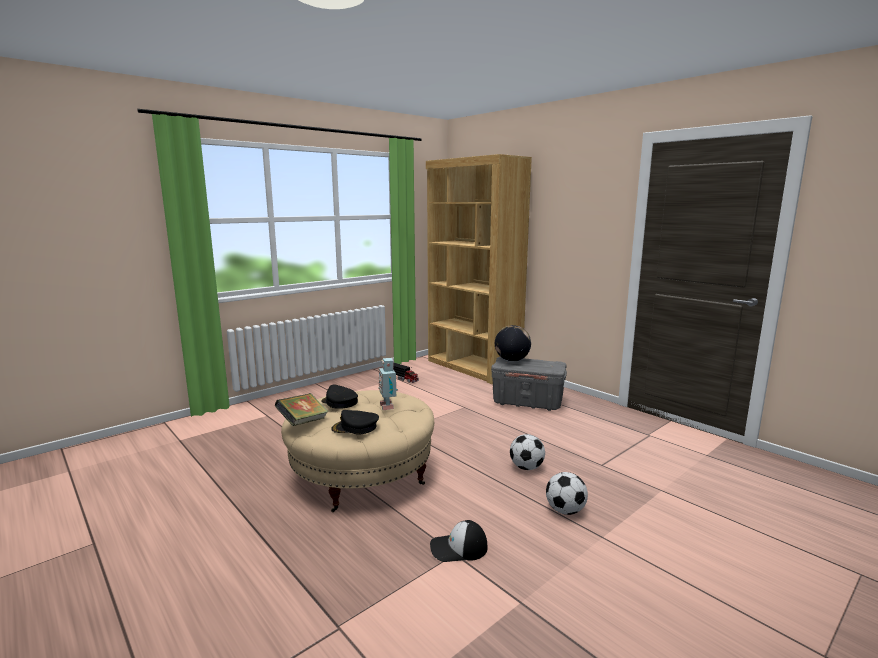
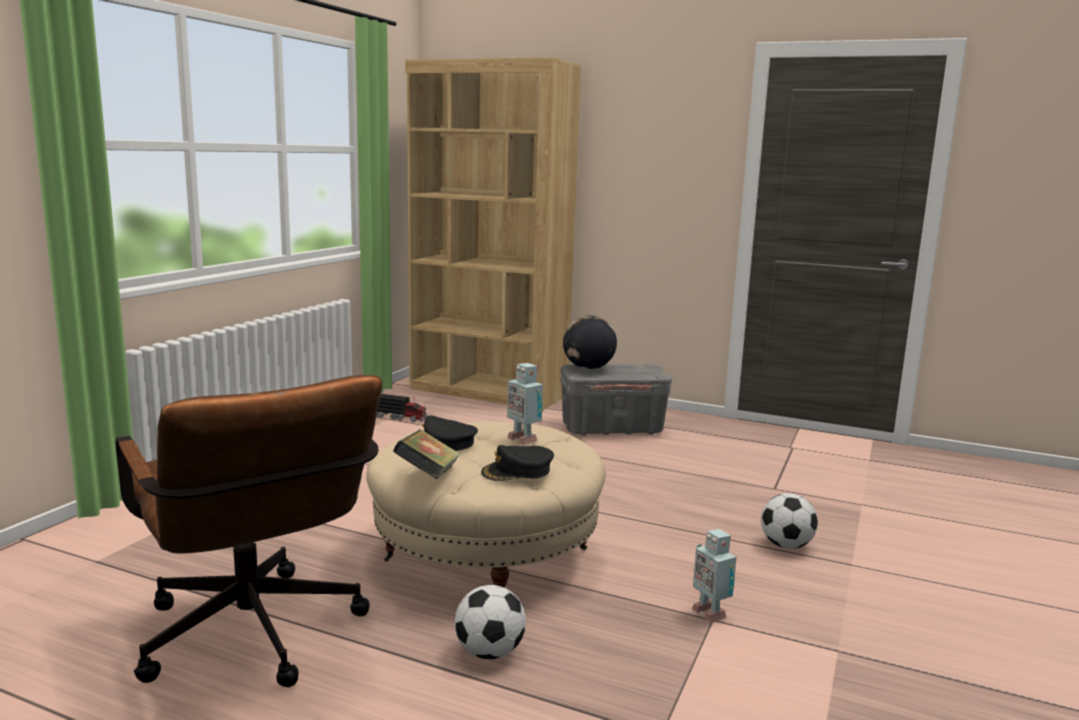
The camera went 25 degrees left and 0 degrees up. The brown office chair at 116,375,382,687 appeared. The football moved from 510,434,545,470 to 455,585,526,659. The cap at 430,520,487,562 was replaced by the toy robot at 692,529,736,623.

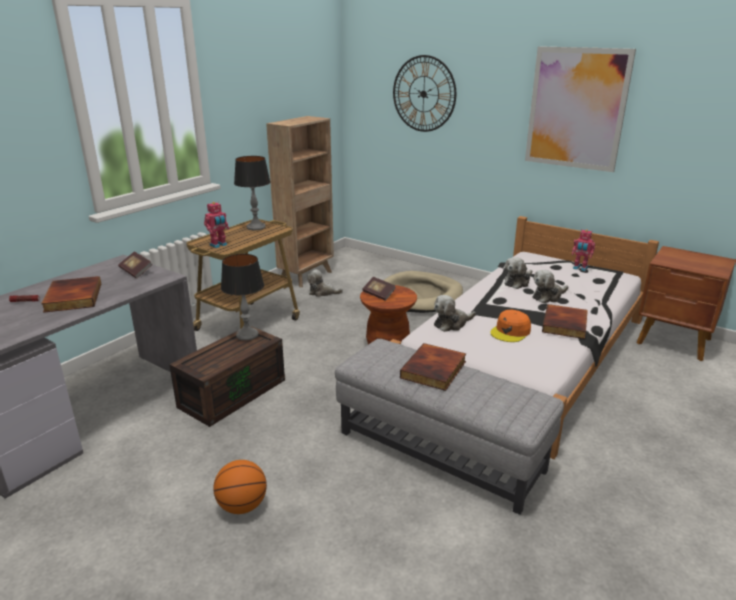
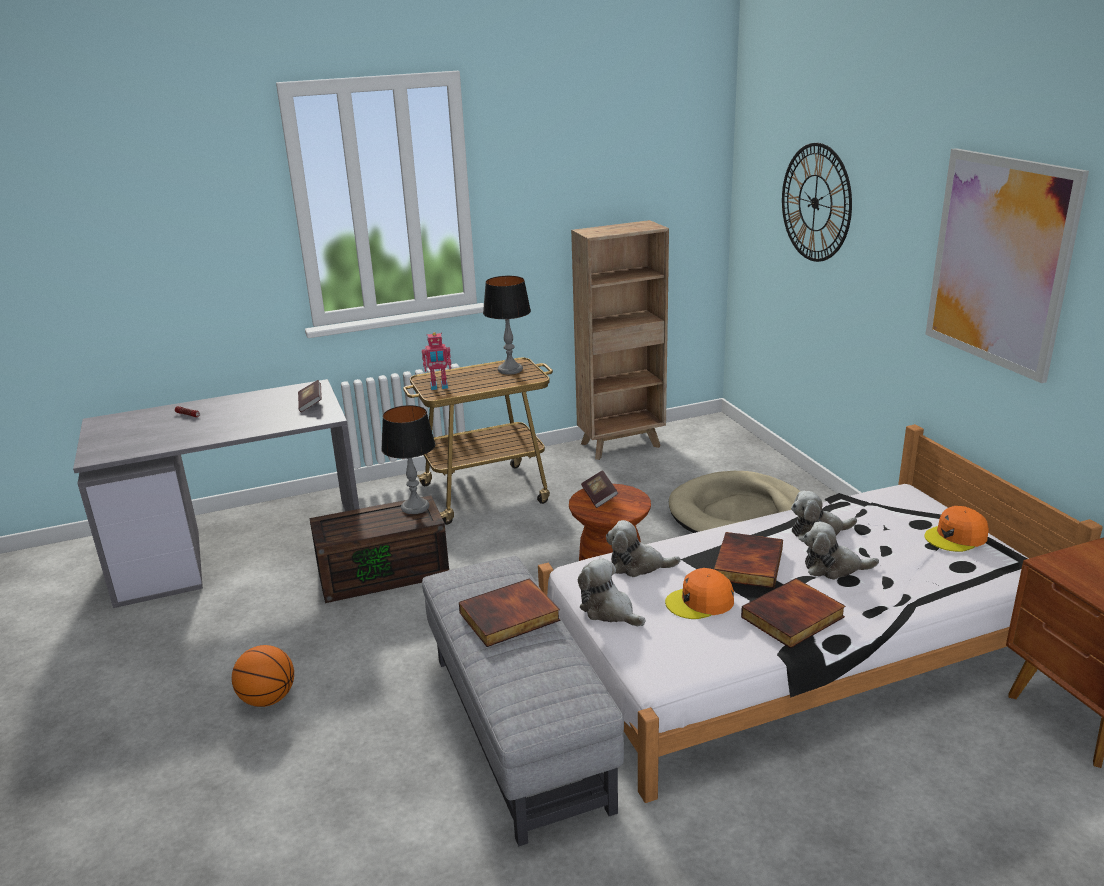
The camera went 35 degrees right and 0 degrees up. The book moved from 41,276,101,313 to 714,532,783,588. The plush toy moved from 307,269,343,297 to 578,558,645,626. The toy robot at 572,229,595,271 was replaced by the orange cap at 924,506,989,552.

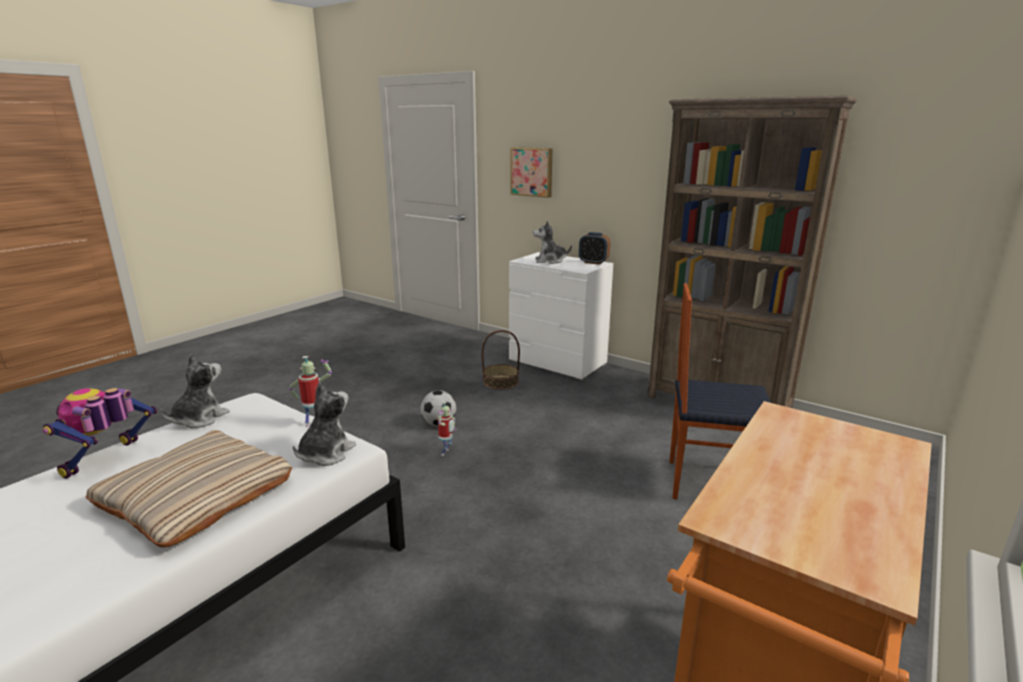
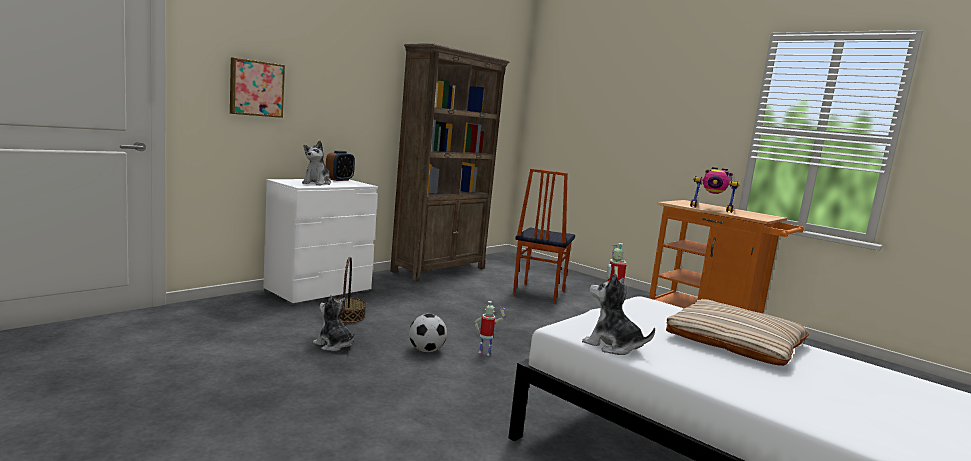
The camera went 85 degrees left and 10 degrees down. The toy robot moved from 42,388,157,479 to 690,167,740,213. The plush toy moved from 293,382,356,466 to 313,295,355,351.

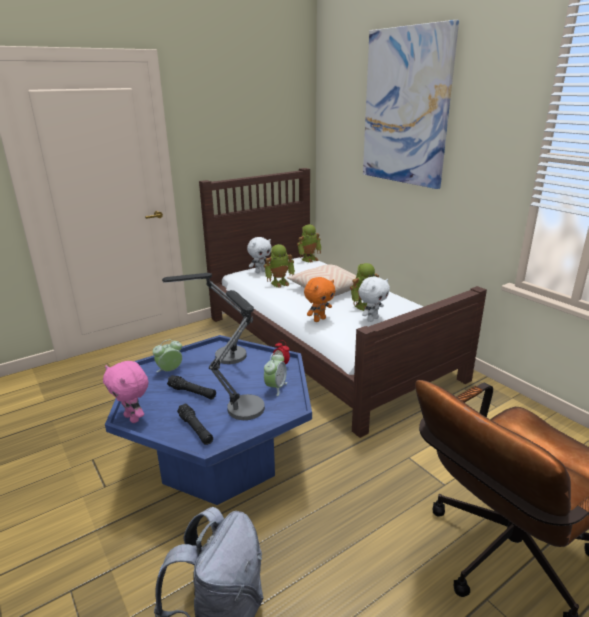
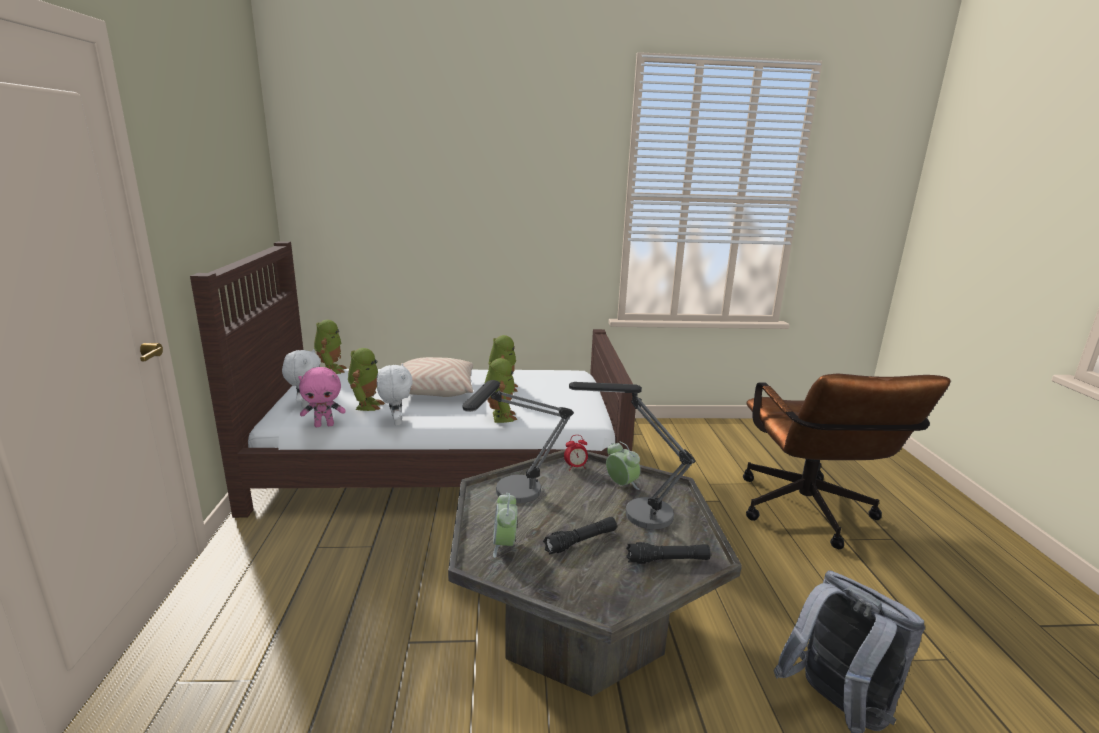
The camera went 60 degrees left and 5 degrees down. The picture at 363,20,459,189 disappeared. The pink plush toy moved from 103,361,149,423 to 298,367,346,427. The white plush toy moved from 358,276,390,322 to 377,363,413,426. The orange plush toy at 304,277,335,322 was replaced by the toy robot at 484,358,517,423. The blue coffee table at 105,335,312,505 became the grey coffee table at 448,449,742,696.

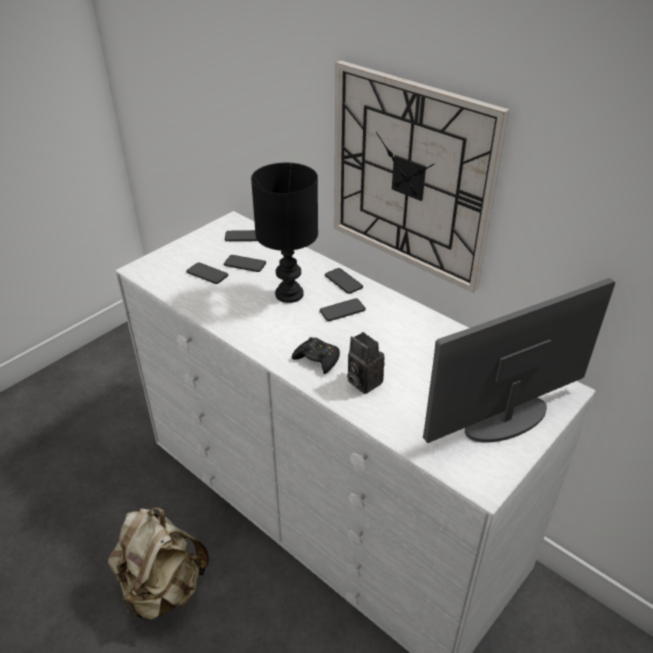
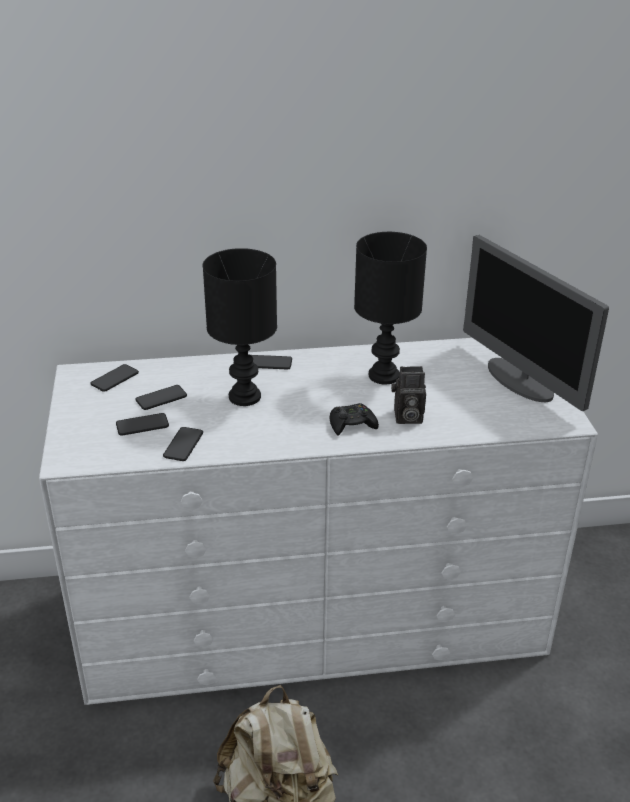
The camera went 50 degrees left and 5 degrees down. The wall clock at 334,60,510,293 disappeared. The black table lamp at 354,232,427,384 appeared. The phone moved from 320,298,366,321 to 163,427,203,461. The monitor at 423,278,615,443 turned 45 degrees counterclockwise.

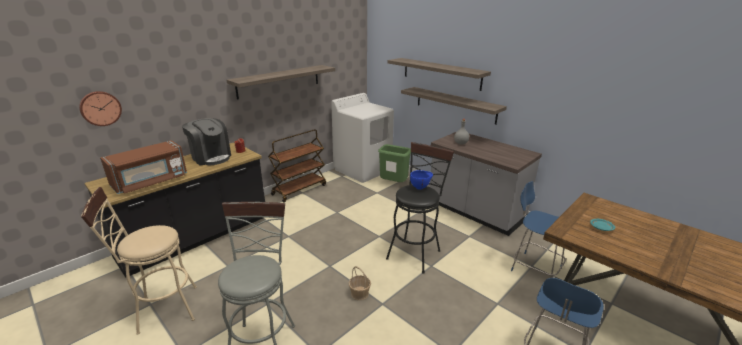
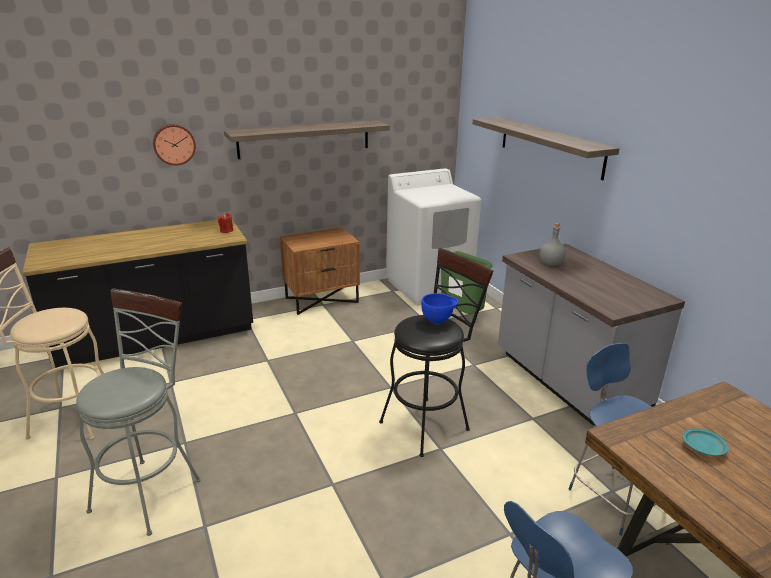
The camera went 20 degrees right and 0 degrees up. The brown microwave at 100,140,187,194 disappeared. The coffee machine at 182,118,231,166 disappeared. The basket at 349,266,371,301 disappeared. The shelf at 401,87,507,125 disappeared. The wall clock moved from 79,91,122,126 to 153,124,196,166. The brown cart at 268,129,326,203 was replaced by the brown nightstand at 280,228,360,315.

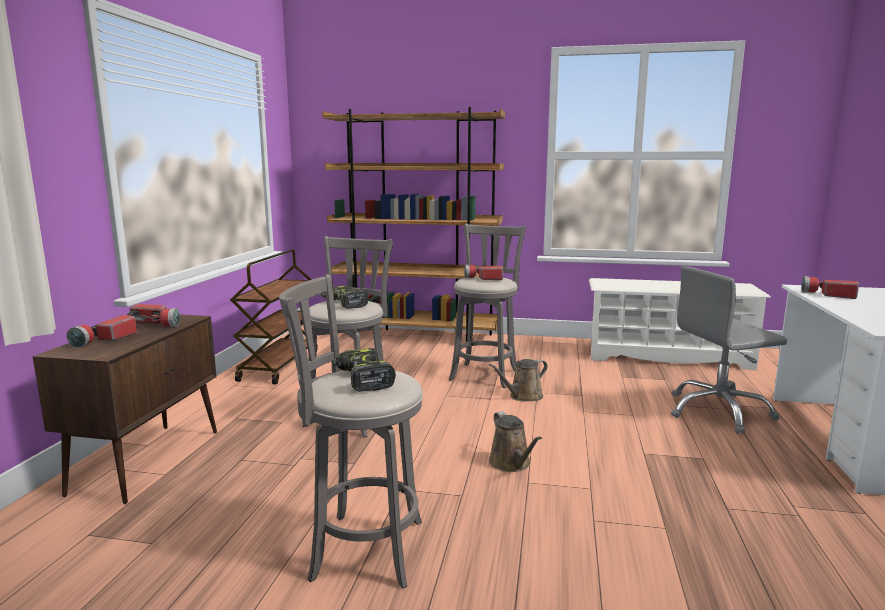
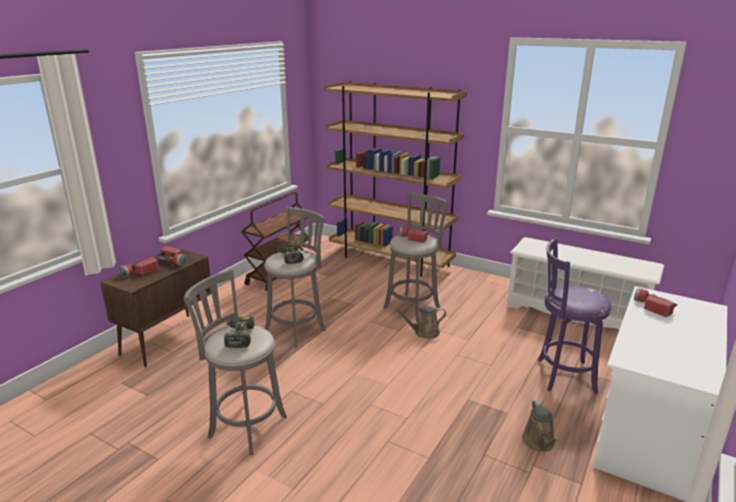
The camera went 20 degrees right and 10 degrees up. The brown watering can moved from 489,411,542,472 to 522,400,559,452. The grey office chair at 671,266,787,434 was replaced by the purple stool at 538,238,612,395.

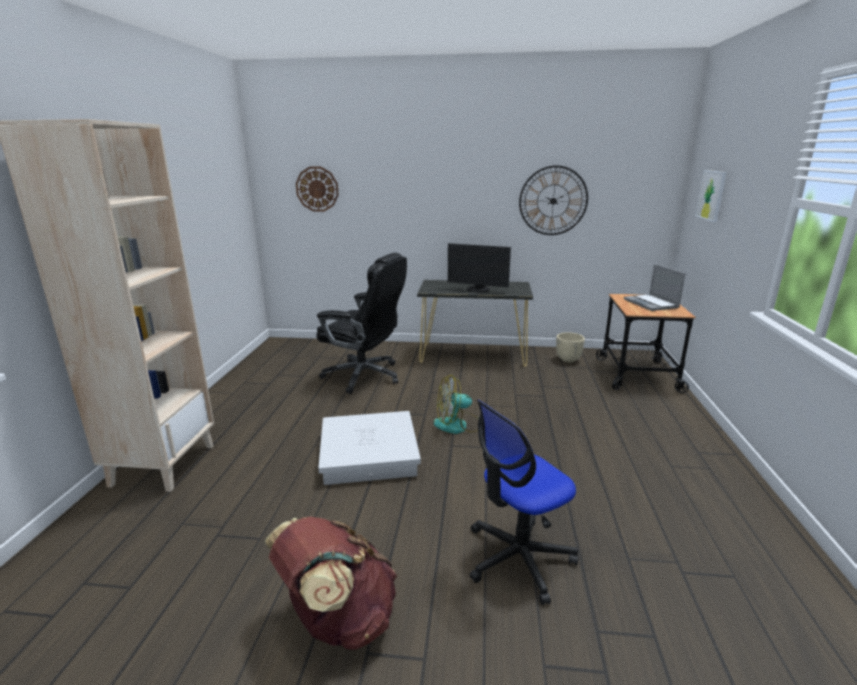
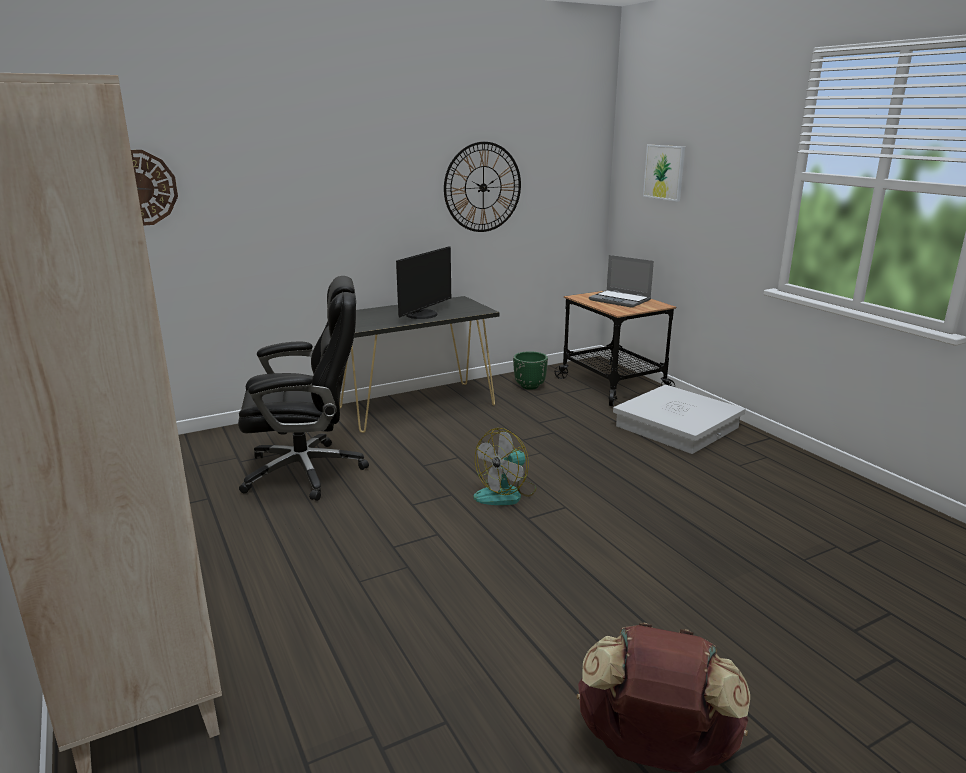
The camera went 35 degrees left and 0 degrees up. The office chair at 470,400,578,605 disappeared. The white storage box moved from 318,411,421,485 to 613,385,745,454. The beige planter at 556,332,585,363 became the green planter at 513,351,548,390. The monitor at 448,243,511,293 turned 45 degrees counterclockwise.

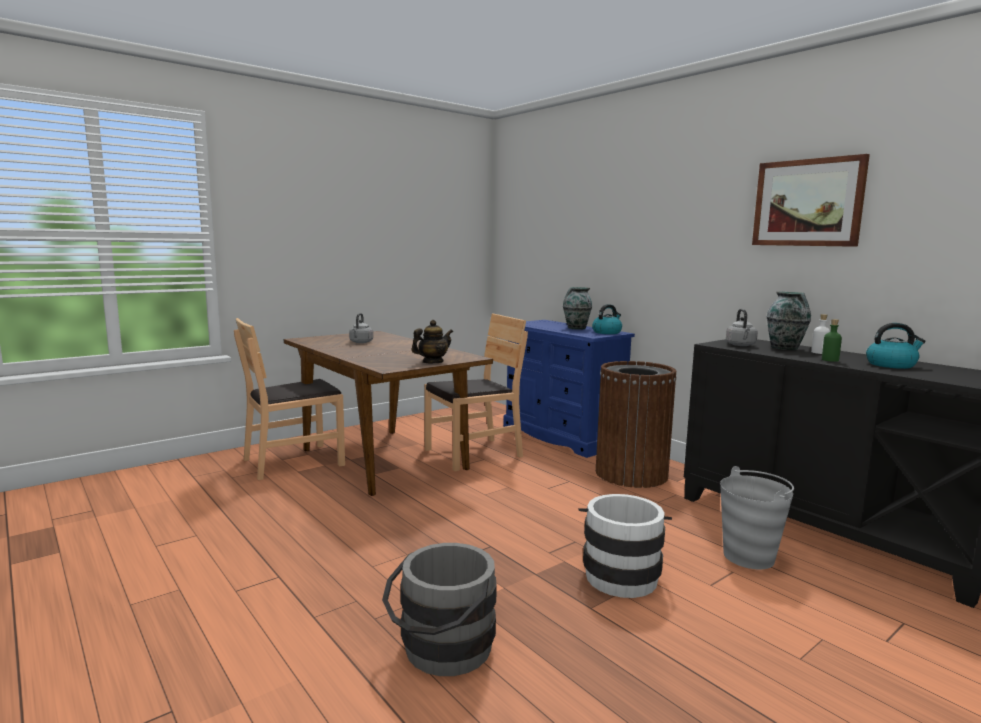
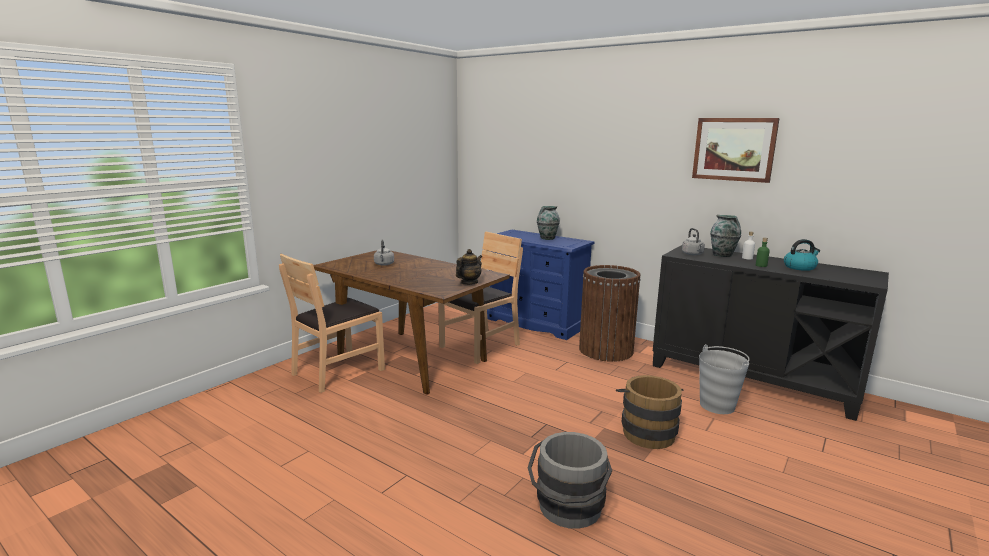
The camera went 15 degrees left and 5 degrees up. The kettle at 592,304,622,334 disappeared. The white bucket at 579,494,672,598 became the brown bucket at 616,375,683,449.

